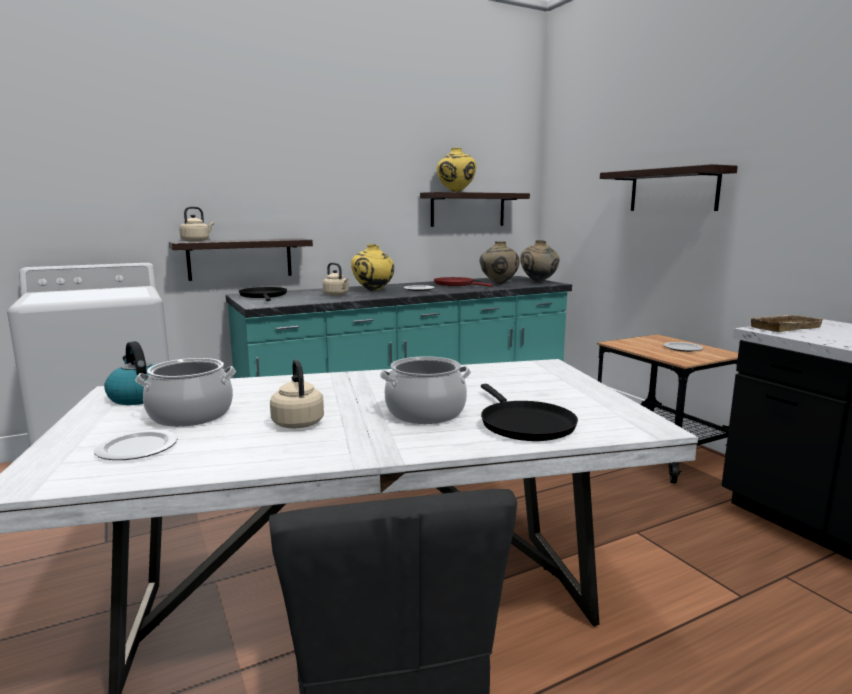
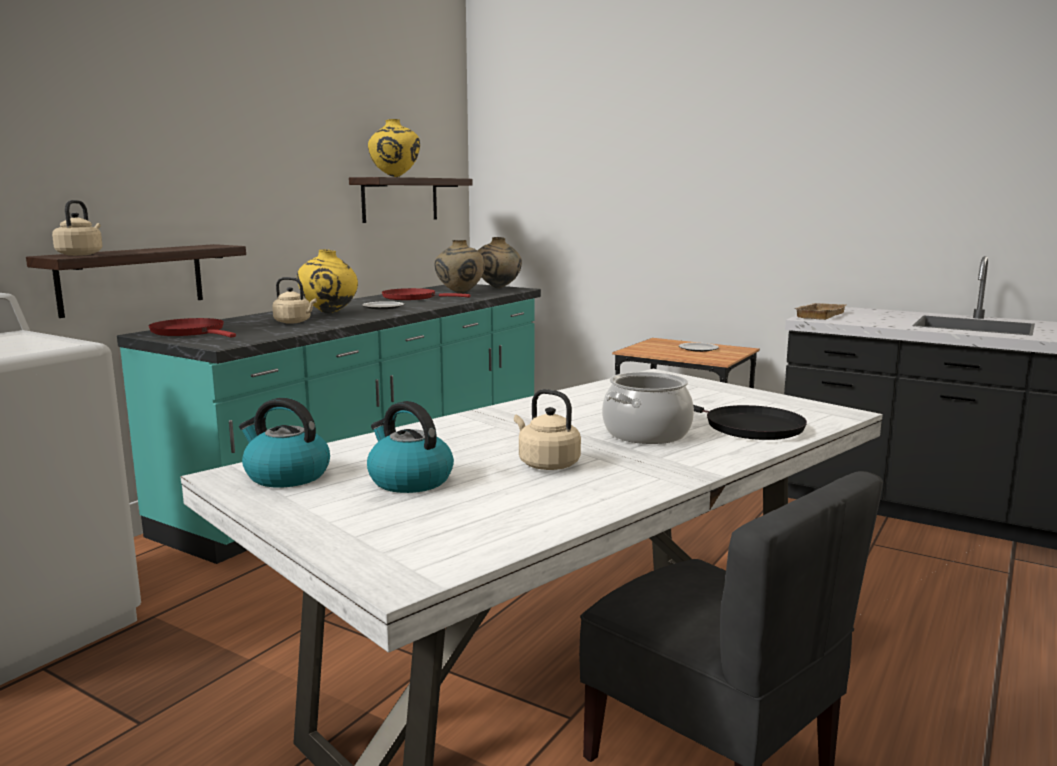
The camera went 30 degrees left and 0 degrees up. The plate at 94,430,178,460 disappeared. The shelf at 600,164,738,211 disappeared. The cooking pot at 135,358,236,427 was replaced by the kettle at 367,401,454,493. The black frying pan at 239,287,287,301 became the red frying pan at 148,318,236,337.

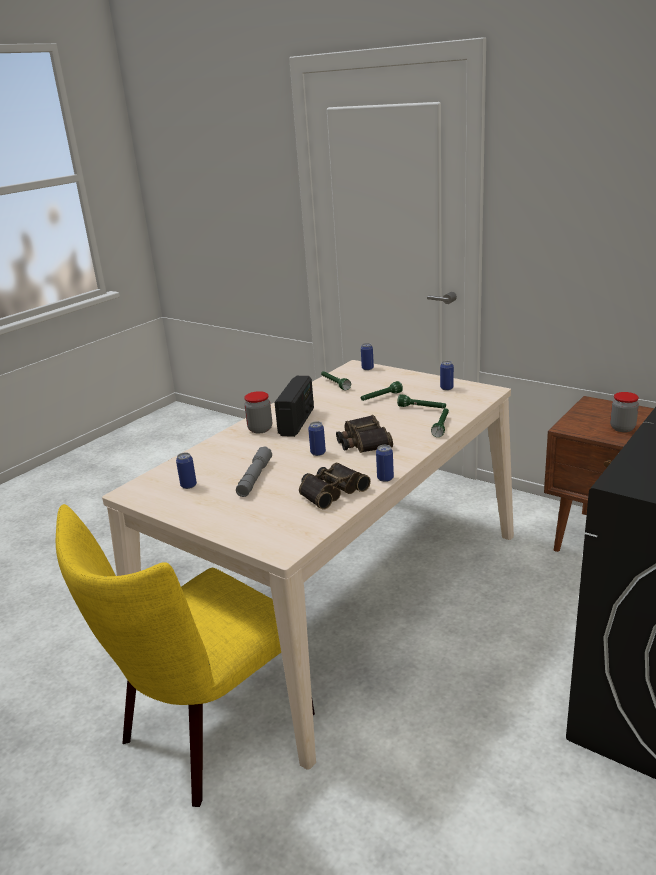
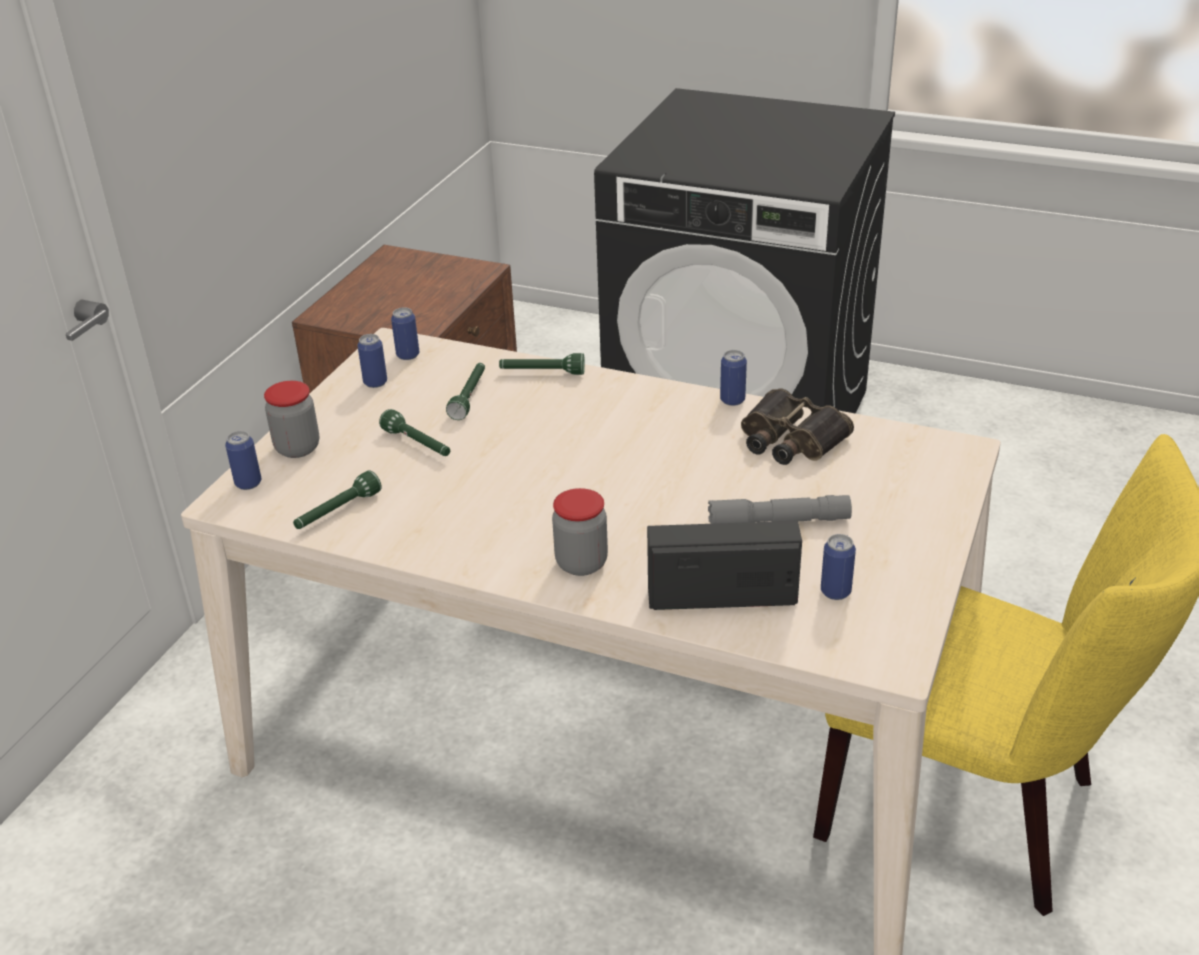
The camera went 105 degrees left and 10 degrees up. The binoculars at 336,415,393,453 disappeared. The radio moved from 274,376,314,437 to 647,521,802,610. The can moved from 308,421,326,456 to 391,307,419,360. The jar moved from 610,392,639,432 to 264,381,320,458.

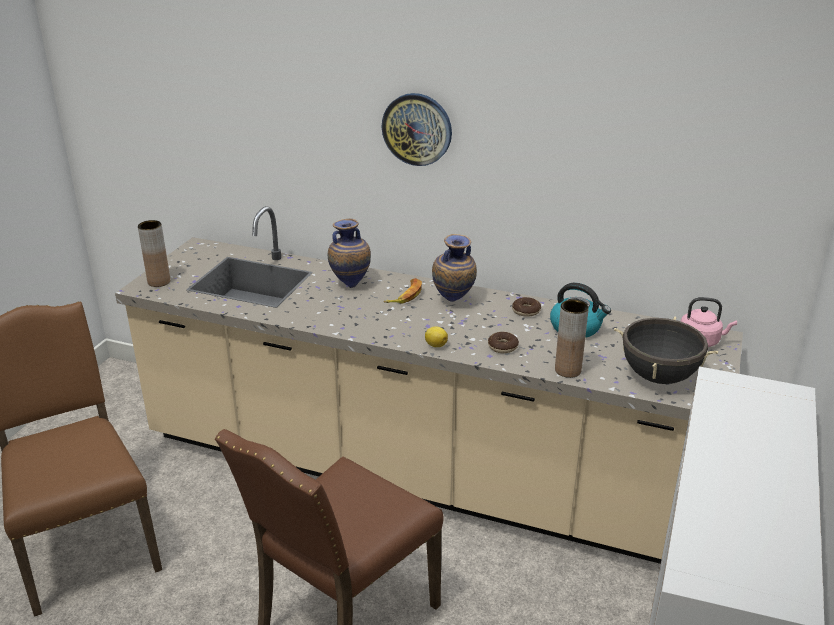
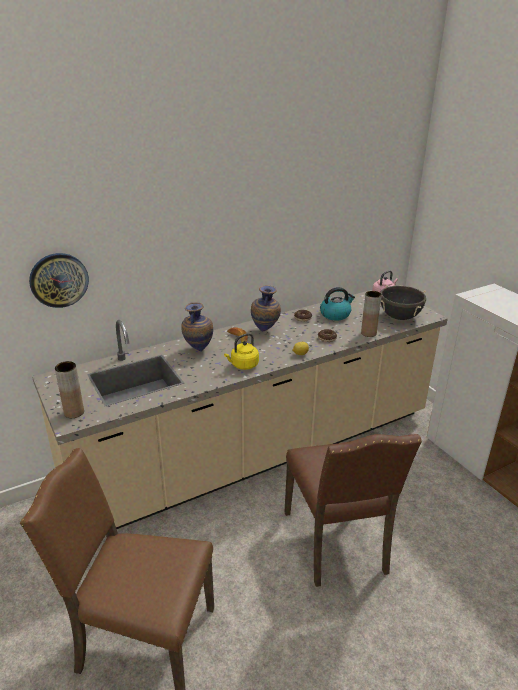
The camera went 50 degrees left and 0 degrees up. The yellow kettle at 224,333,259,370 appeared. The wall clock moved from 382,93,452,166 to 29,253,89,308.

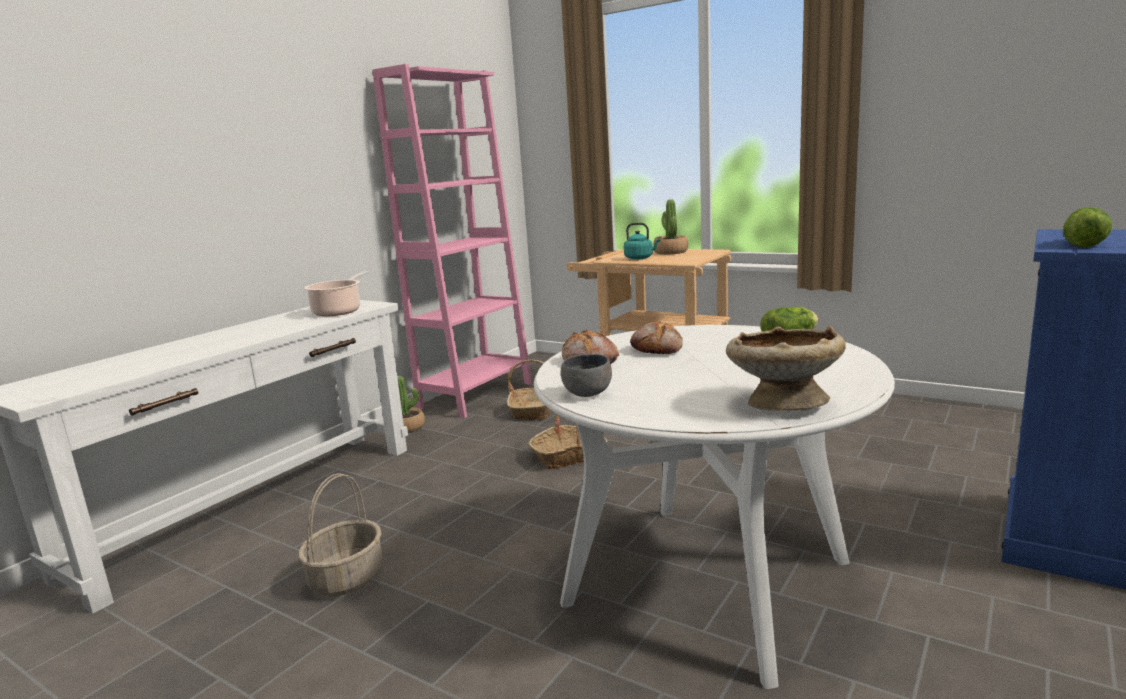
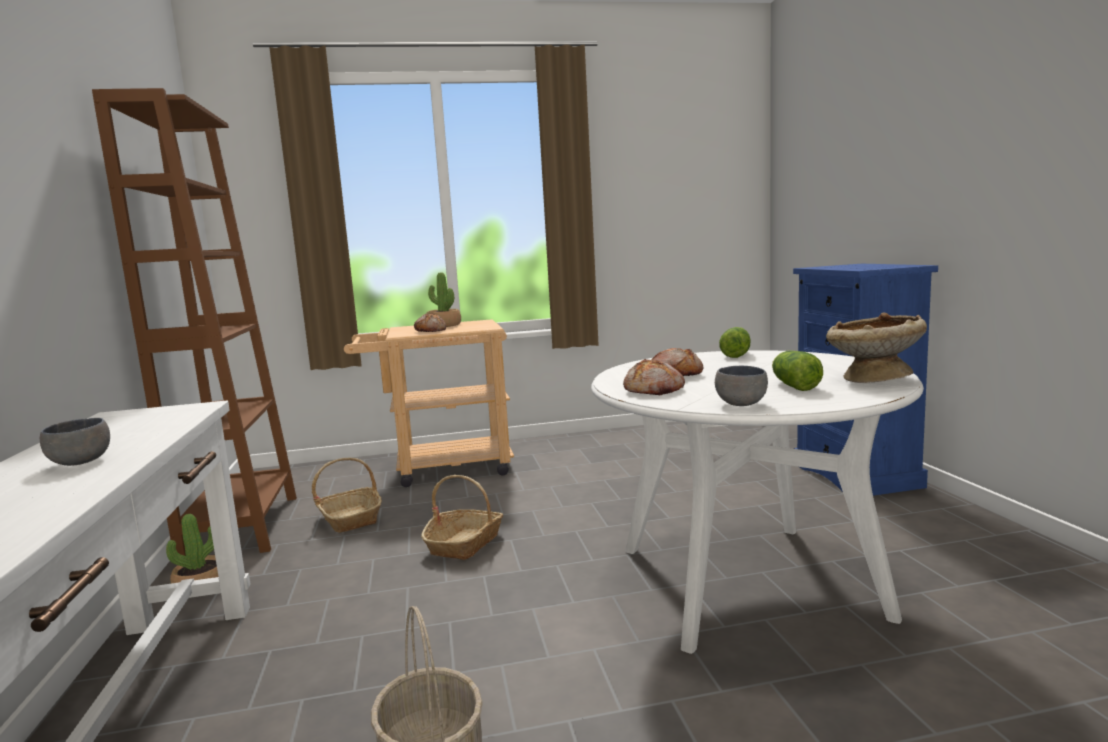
The camera went 45 degrees left and 5 degrees down. The cooking pot at 304,271,369,317 disappeared. The grey bowl at 40,418,110,466 appeared. The lettuce moved from 1063,207,1112,247 to 772,350,823,391. The turquoise kettle at 624,222,660,260 was replaced by the bread at 414,314,446,332. The pink bookcase at 372,64,532,418 became the brown bookcase at 92,88,297,556.

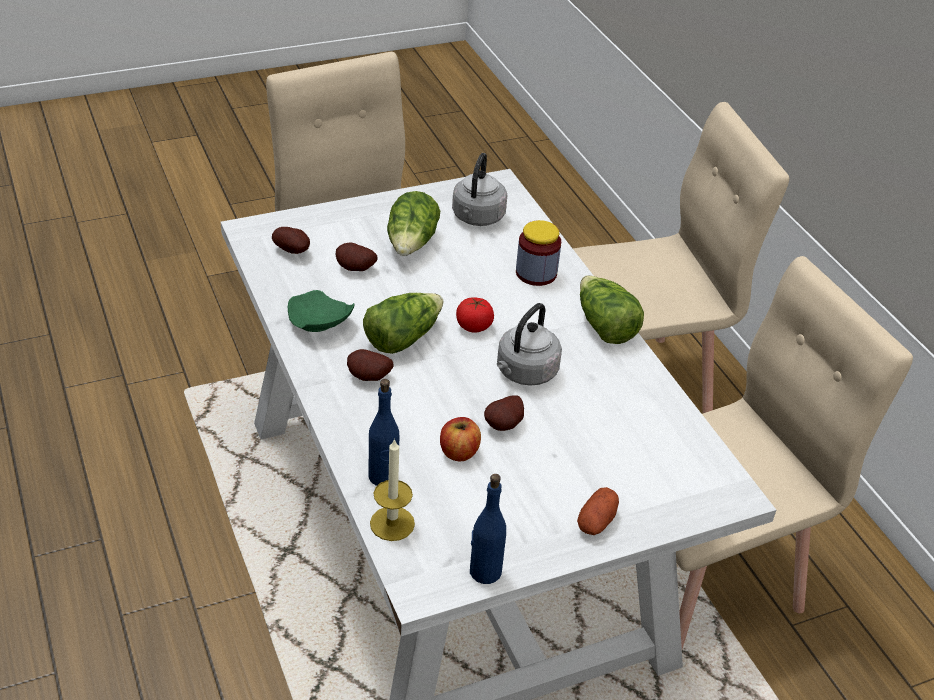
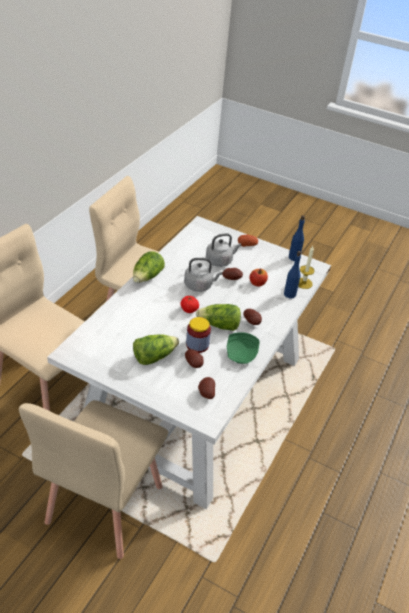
The camera went 130 degrees left and 0 degrees up. The grey kettle moved from 452,153,507,226 to 206,233,241,267. The jar moved from 516,220,561,286 to 186,317,211,353.

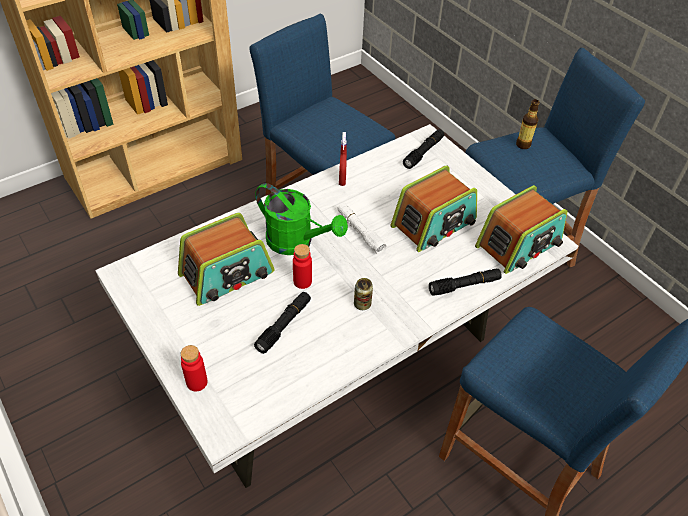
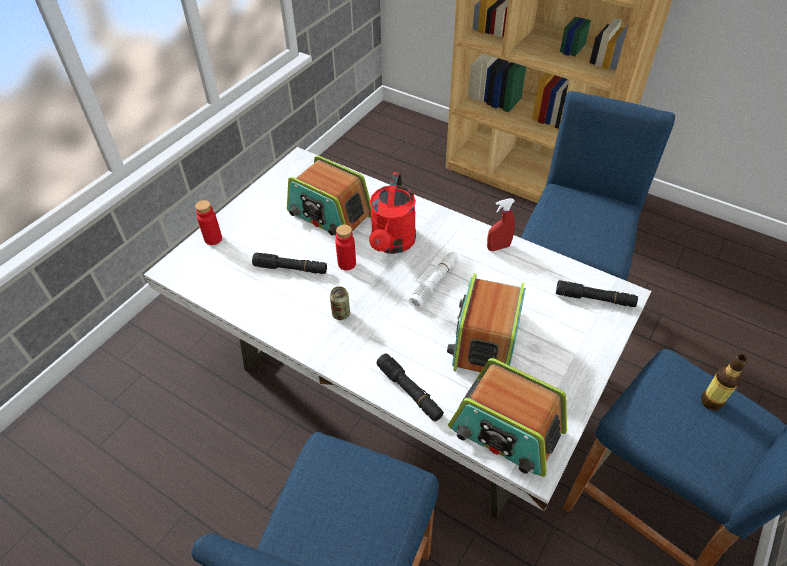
The camera went 70 degrees right and 0 degrees up. The green watering can at 255,183,348,255 became the red watering can at 369,172,416,254. The radio at 390,165,477,252 turned 75 degrees clockwise.

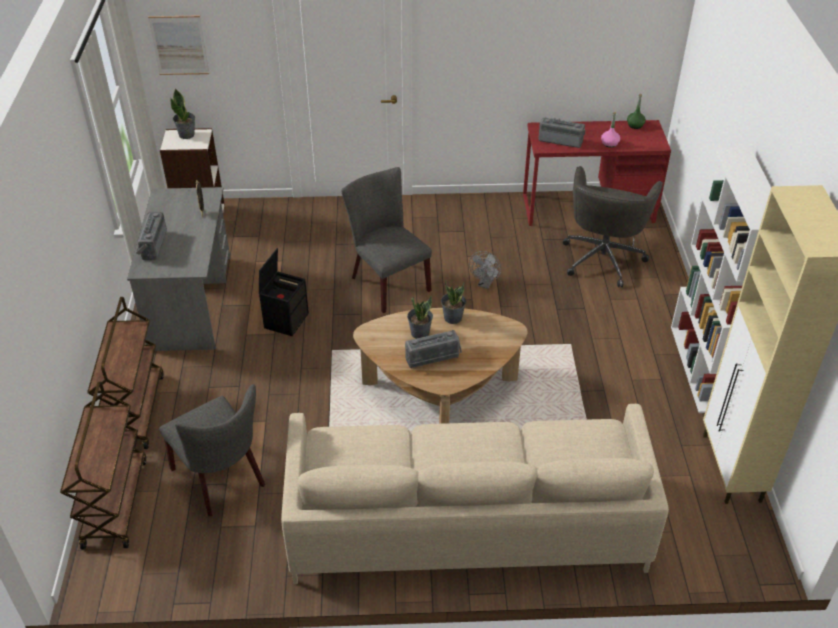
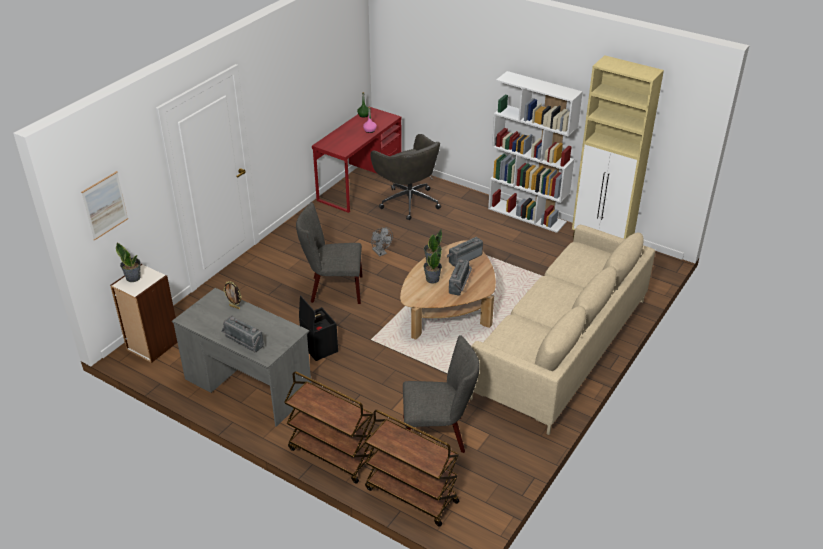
The camera went 55 degrees left and 5 degrees down. The radio moved from 538,117,585,148 to 446,237,483,267.

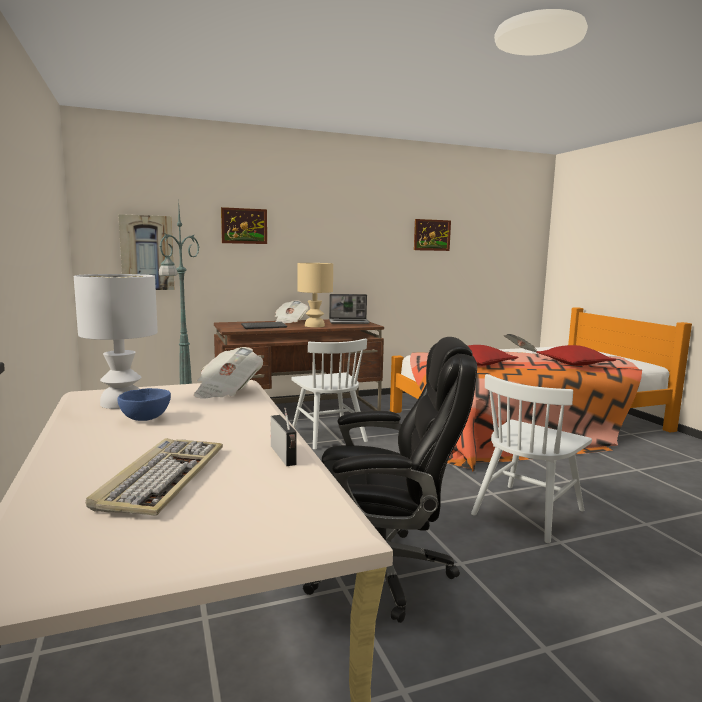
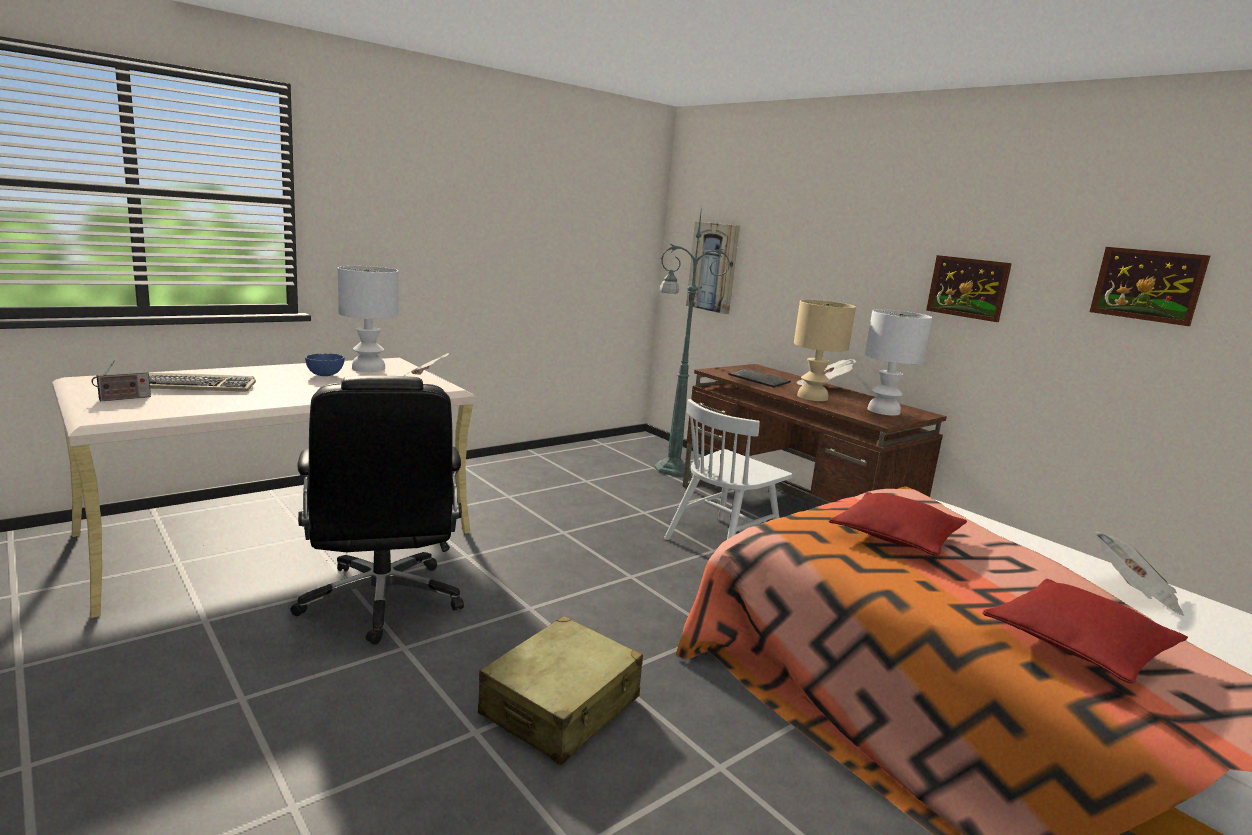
The camera went 70 degrees right and 5 degrees up. The picture moved from 221,207,267,244 to 926,255,1012,322. The radio moved from 271,408,297,466 to 92,360,151,401. The laptop at 329,294,370,324 was replaced by the white table lamp at 865,309,932,416. The white chair at 471,374,592,543 was replaced by the beige suitcase at 478,616,643,765.

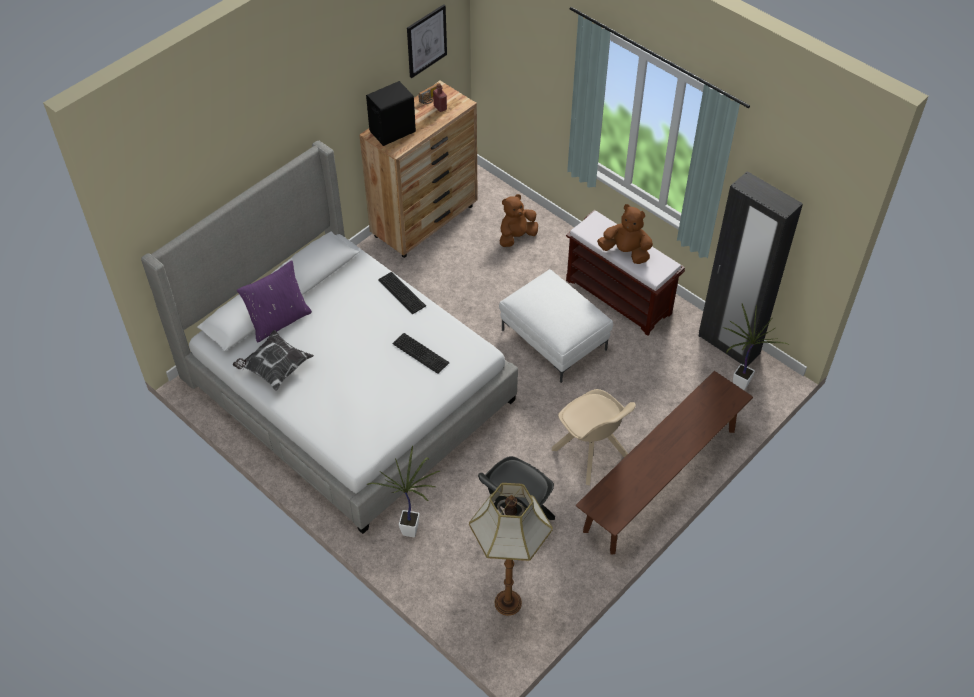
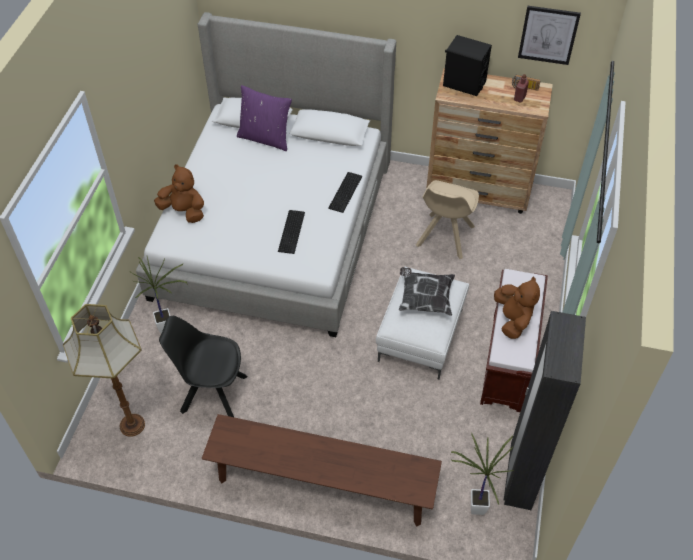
The camera went 60 degrees right and 0 degrees up. The pillow moved from 233,330,314,391 to 399,267,455,316. The brown plush toy moved from 500,194,538,247 to 154,165,204,223. The beige chair moved from 552,389,636,485 to 416,180,479,259.

